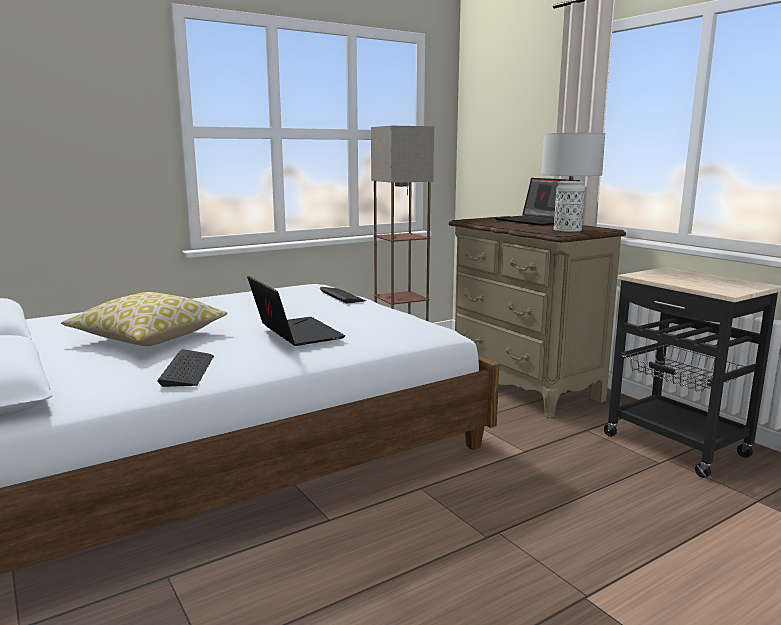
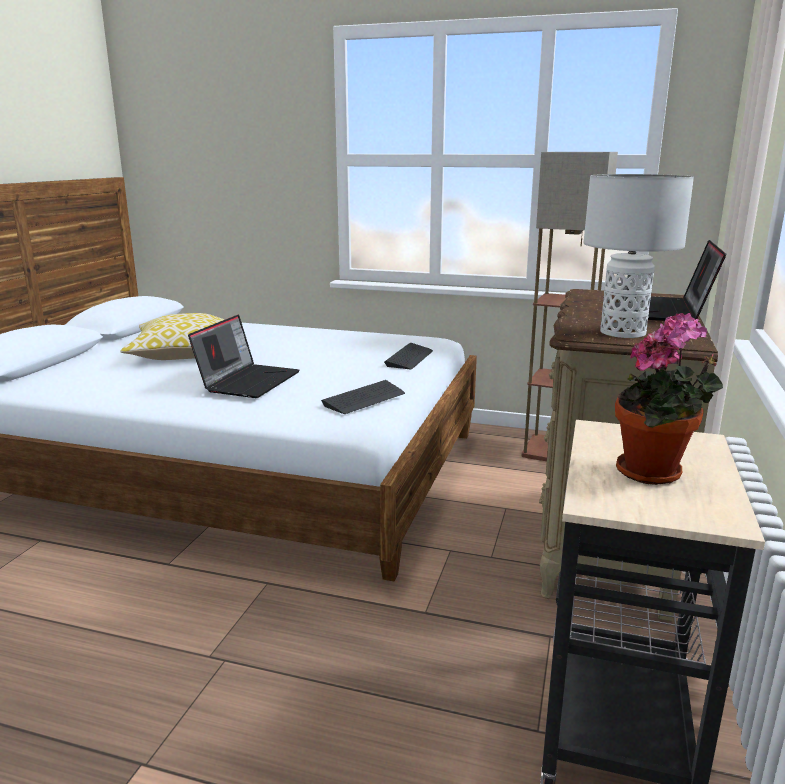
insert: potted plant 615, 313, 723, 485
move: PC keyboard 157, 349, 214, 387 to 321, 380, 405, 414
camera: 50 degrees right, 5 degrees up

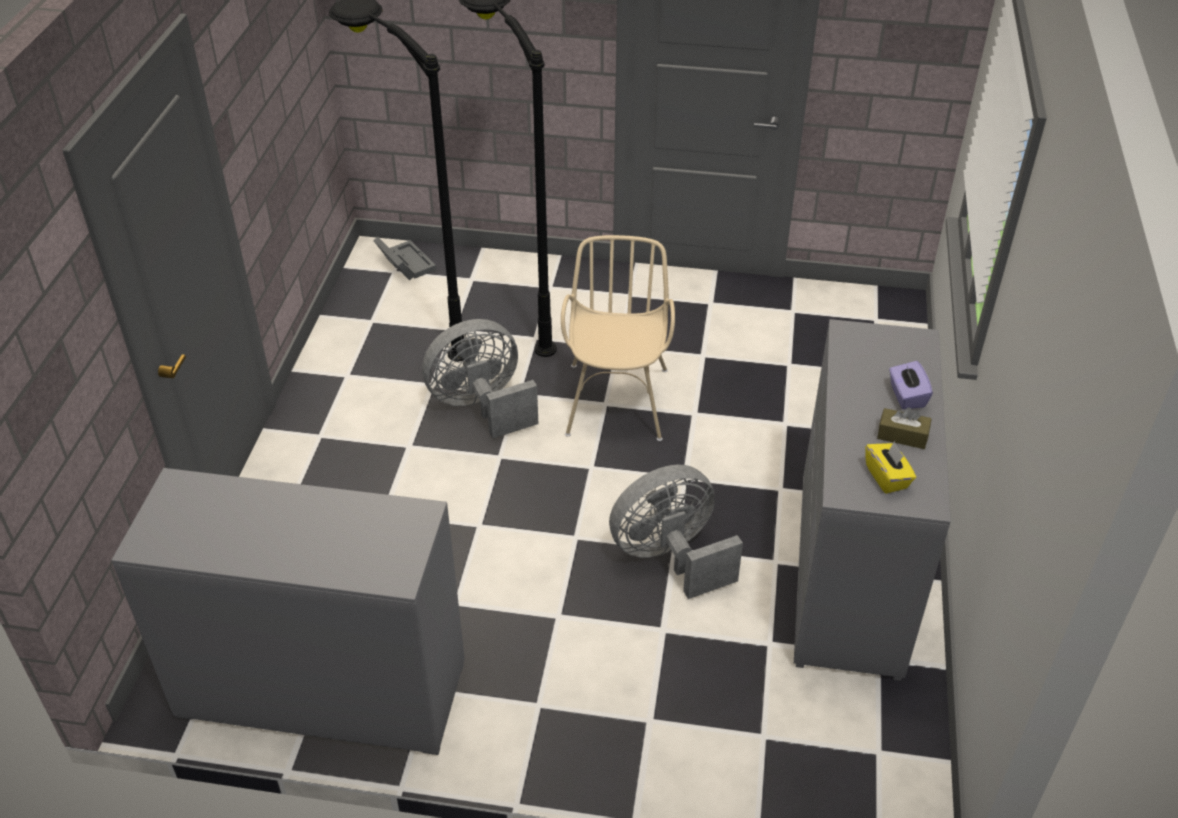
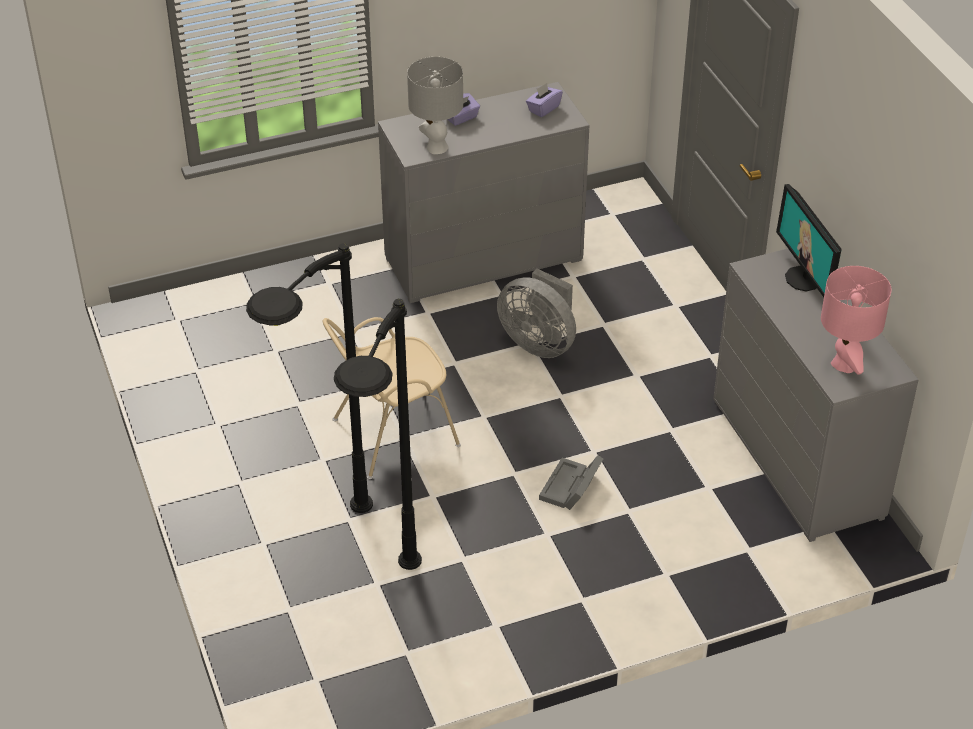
delete: greyish fan 422, 319, 538, 439; brown tissue box 877, 407, 932, 449
insert: greyish lamp for a table 407, 56, 463, 154; computer display 776, 184, 842, 297; pink lamp for a table 821, 266, 892, 375
move: greyish storage container 373, 237, 436, 280 to 539, 455, 603, 510
recolor: yellow tissue box 865, 441, 916, 494 to purplish tissue box 526, 83, 563, 117
camera: 120 degrees left, 0 degrees up

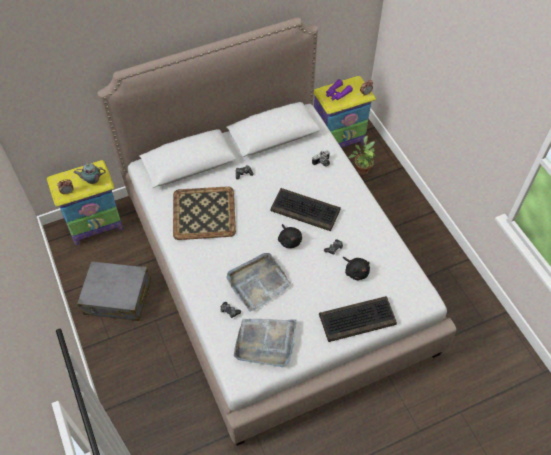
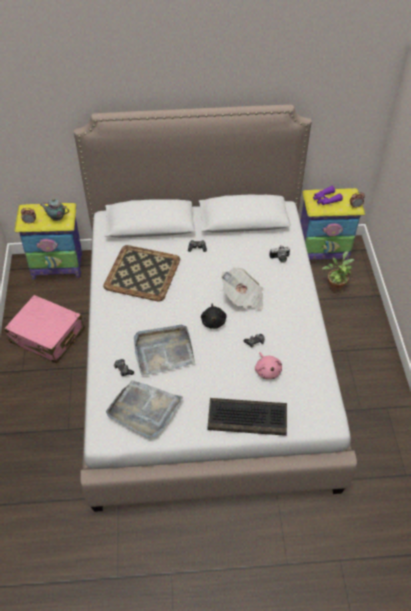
replace: PC keyboard 270, 188, 341, 231 to printed paper 221, 268, 263, 310
recolor: greyish piece of luggage 77, 261, 151, 321 to pink piece of luggage 4, 295, 85, 363; black-coloured cuddly toy 343, 257, 370, 280 to pink cuddly toy 255, 352, 282, 379
camera: 20 degrees right, 5 degrees down

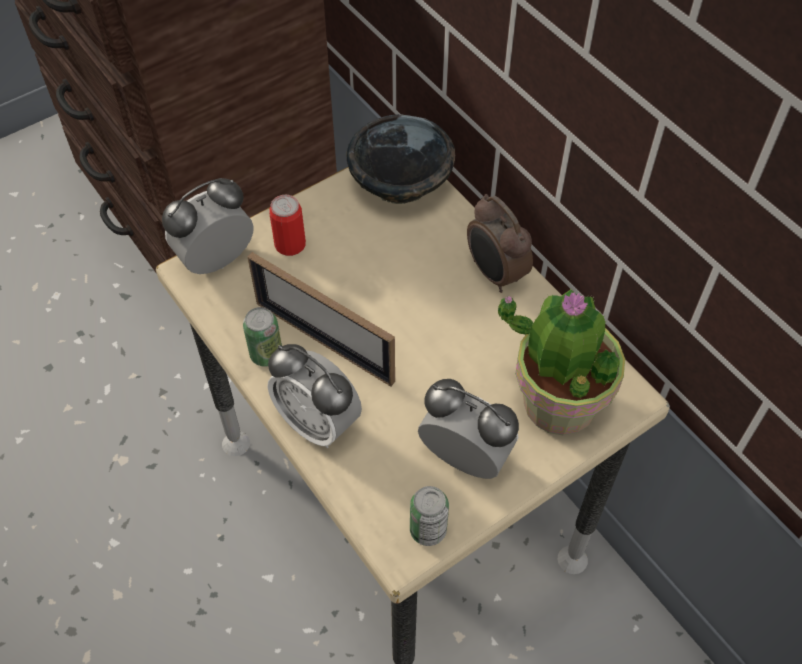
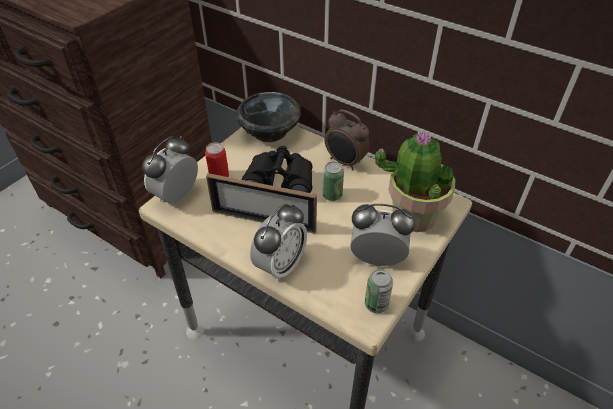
insert: black-coloured pair of binoculars 242, 146, 312, 193
move: sealed can 243, 307, 282, 367 to 322, 162, 344, 201
rotate: bedside clock 268, 344, 362, 448 = 250, 203, 307, 282 75 degrees counterclockwise
camera: 20 degrees left, 10 degrees down

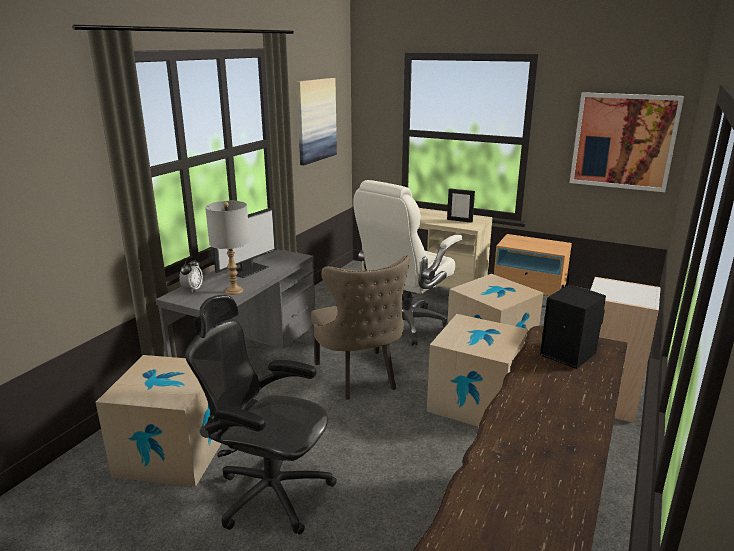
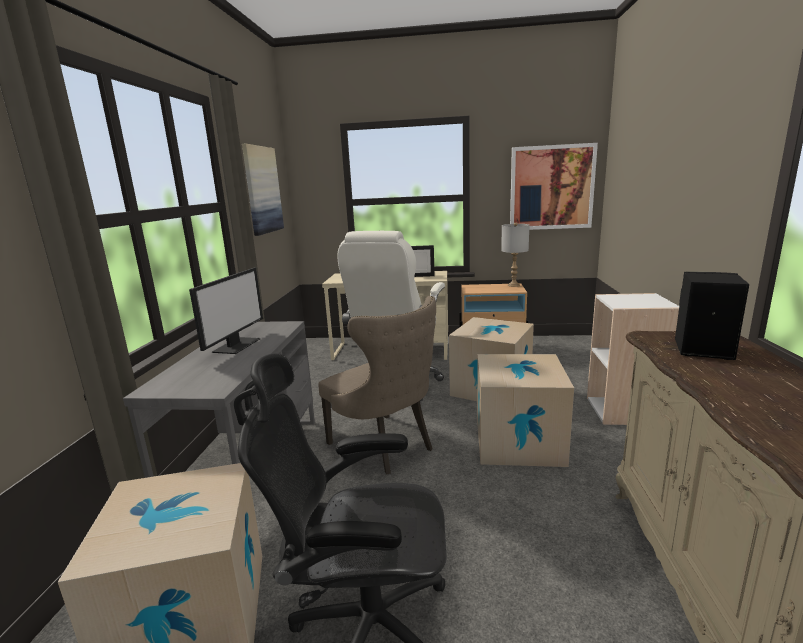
delete: bedside clock 179, 258, 203, 293
move: greyish lamp for a table 205, 201, 250, 295 to 501, 223, 529, 287
camera: 20 degrees left, 5 degrees down

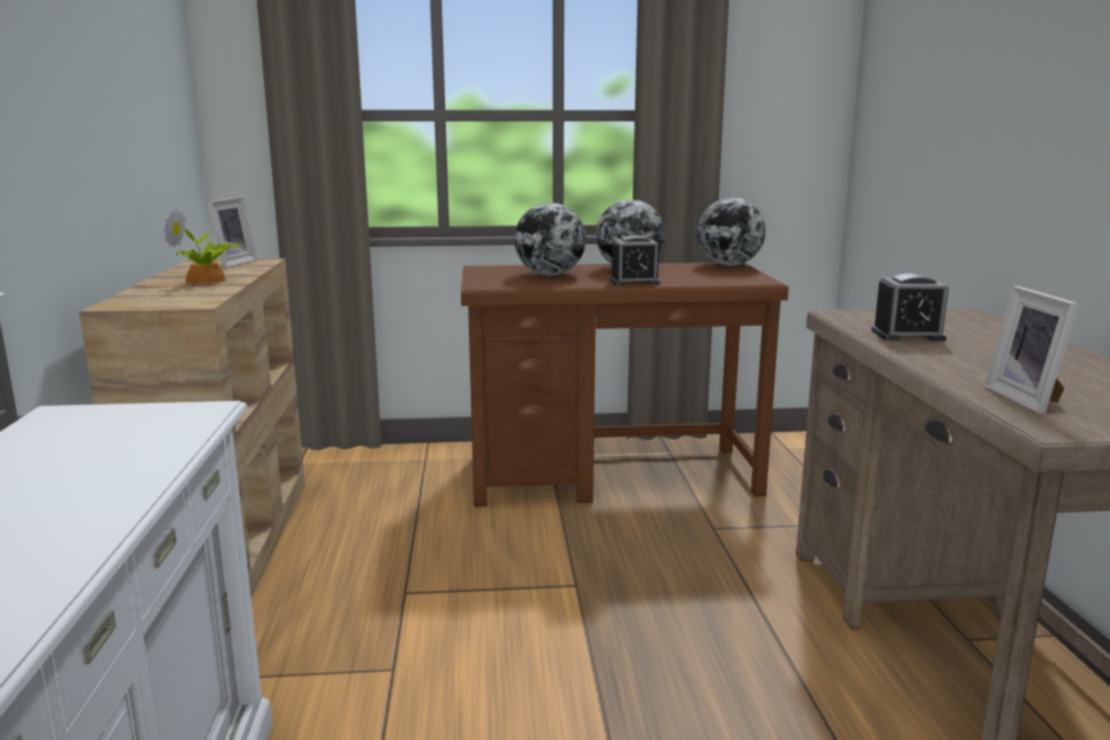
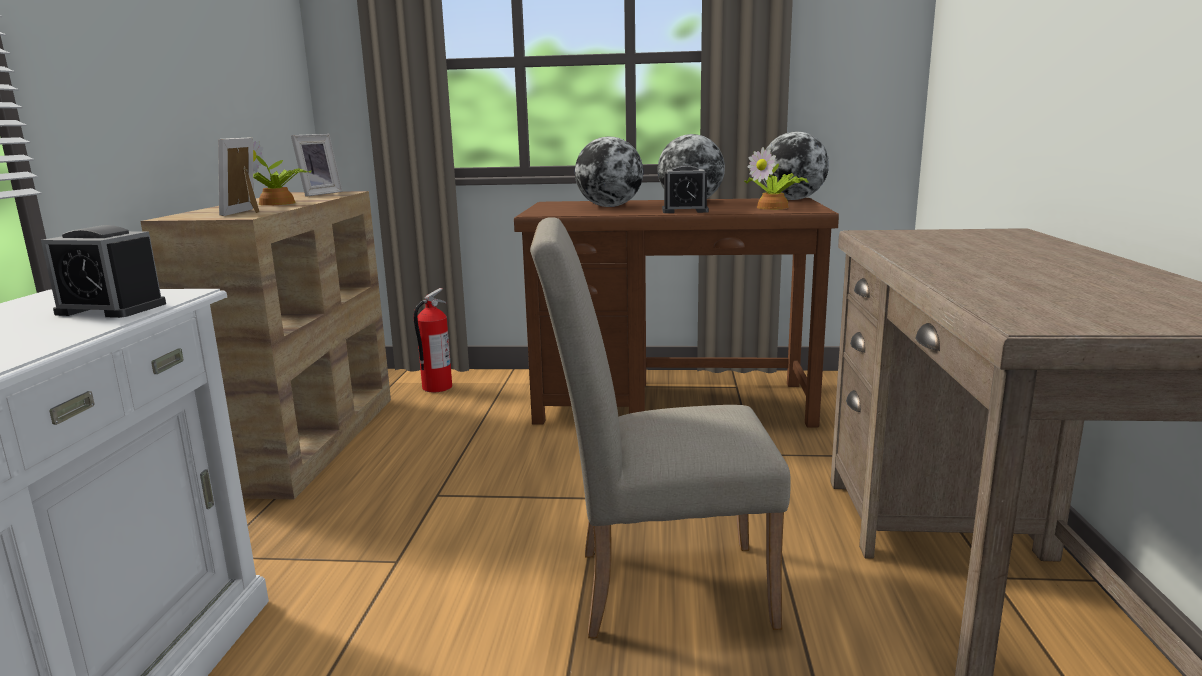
insert: extinguisher 413, 288, 452, 392; beige-coloured upright chair 530, 217, 791, 638; potted plant 744, 147, 809, 209
move: bedside clock 871, 273, 949, 341 to 41, 225, 166, 318; photo frame 984, 286, 1079, 414 to 218, 137, 260, 216
camera: 10 degrees right, 0 degrees up

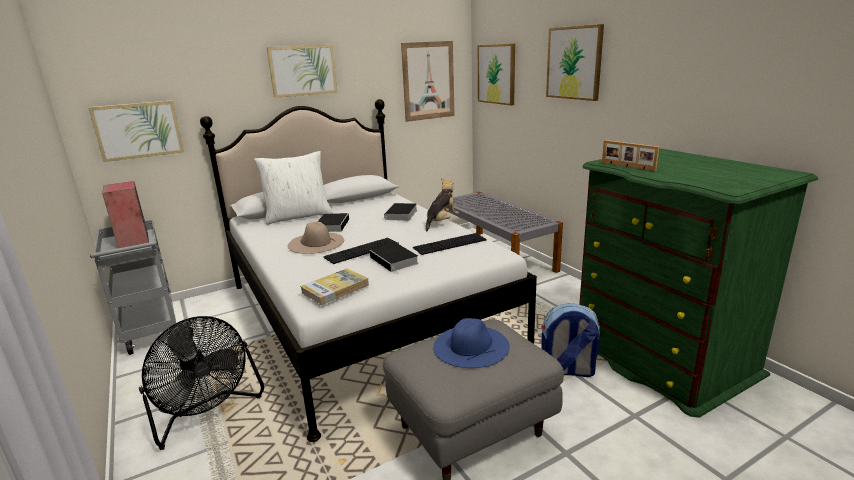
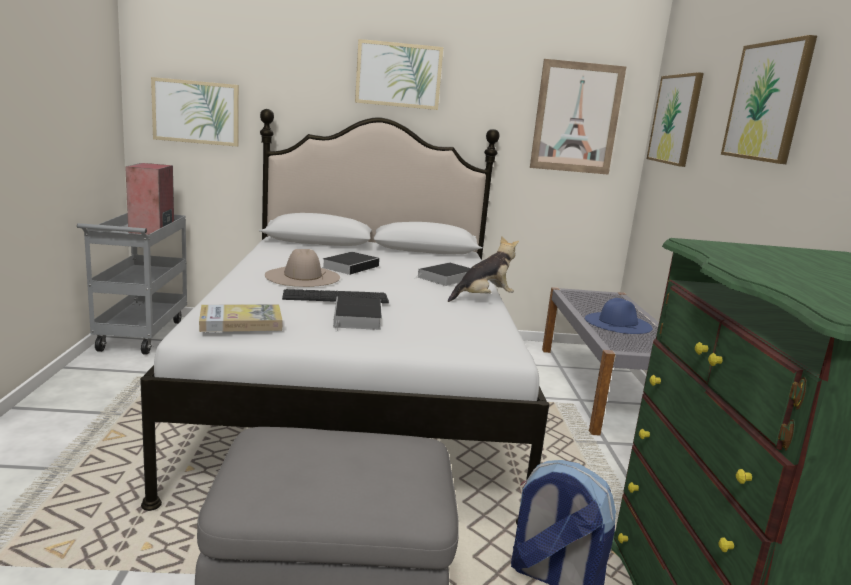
delete: black-coloured fan 139, 316, 264, 450; white cushion 254, 151, 333, 225; PC keyboard 413, 233, 487, 255; photo frame 602, 140, 659, 171
move: bluish clothing hat 433, 318, 510, 368 to 585, 298, 653, 334
camera: 25 degrees right, 5 degrees down

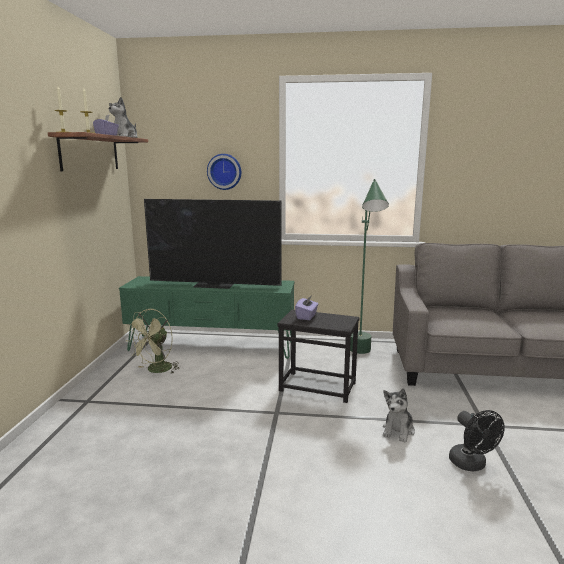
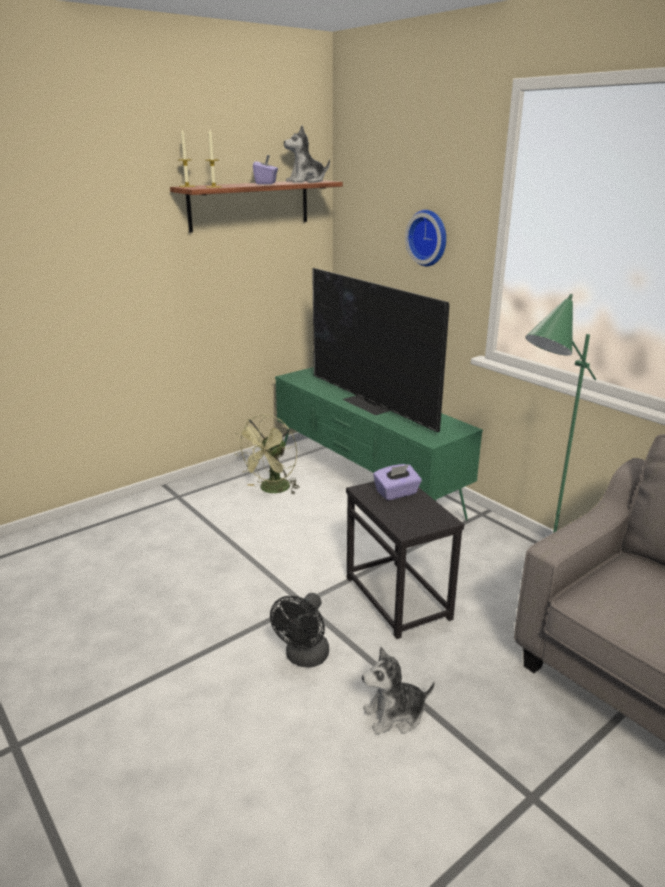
move: black-coloured fan 449, 410, 505, 472 to 270, 593, 329, 668
rotate: greenish fan 127, 309, 180, 374 = 234, 414, 300, 494 45 degrees counterclockwise
camera: 45 degrees right, 10 degrees up

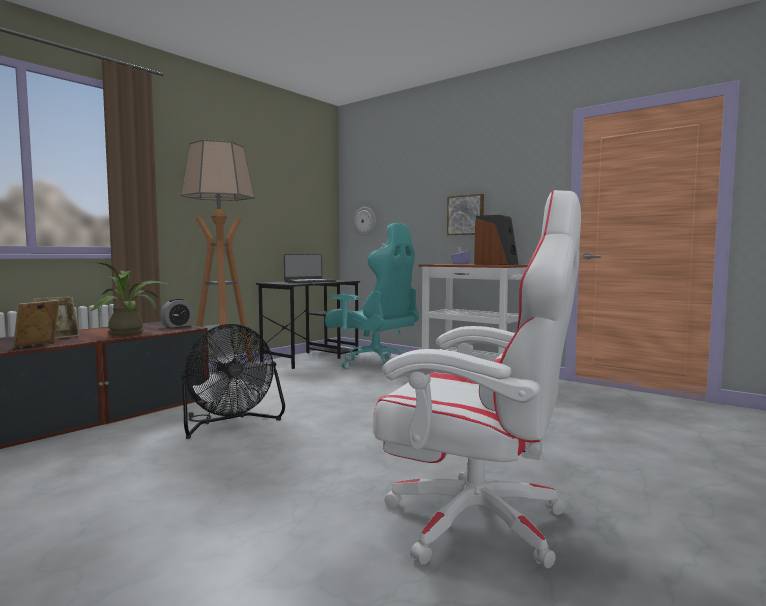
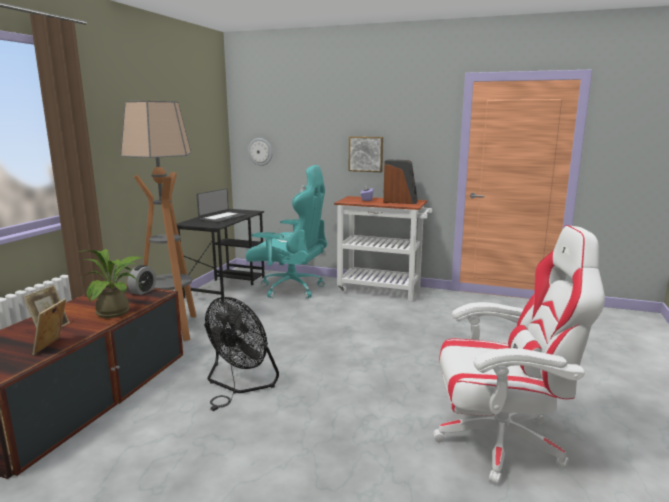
rotate: black-coloured fan 180, 324, 285, 439 = 204, 297, 279, 411 90 degrees counterclockwise
camera: 20 degrees left, 10 degrees up

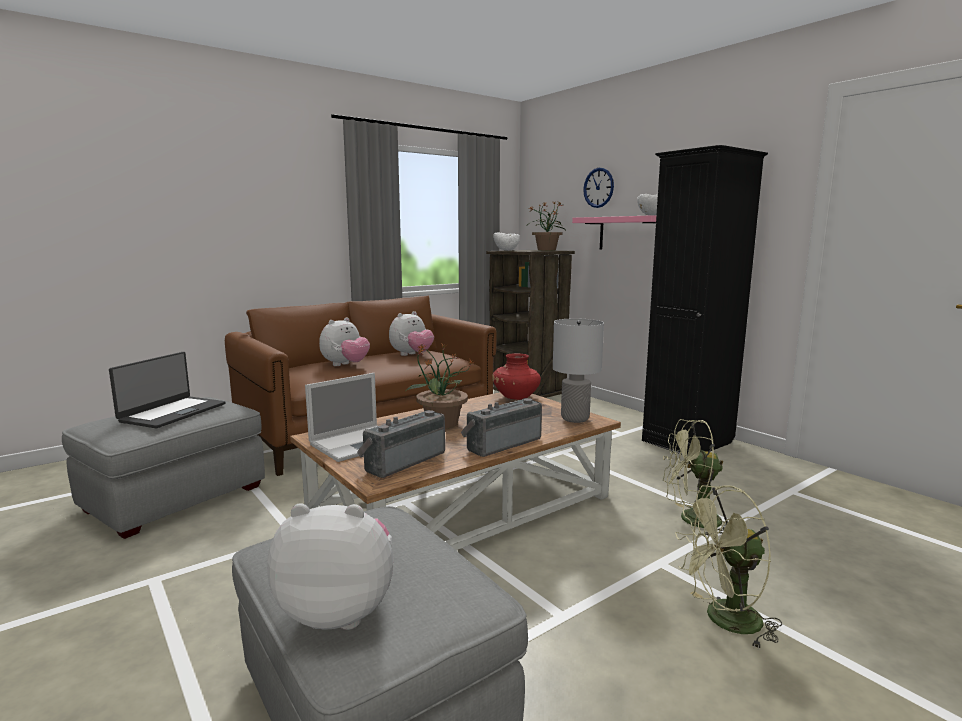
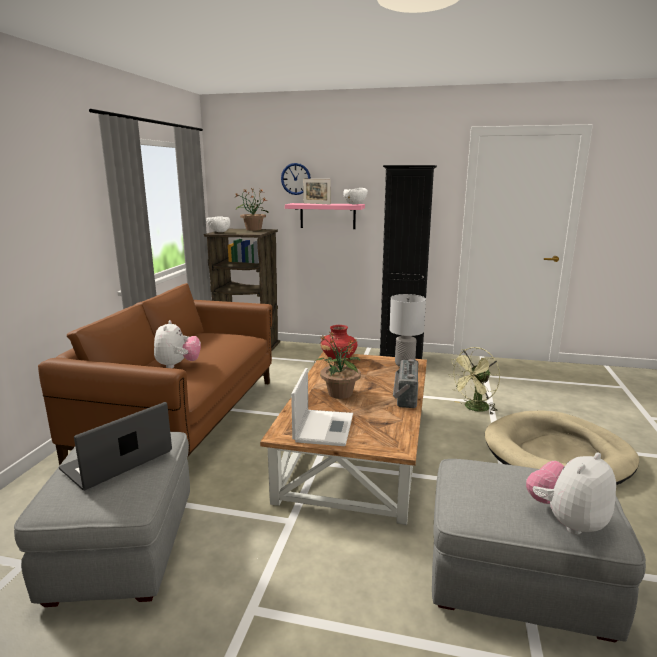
delete: radio receiver 357, 410, 445, 478; cuddly toy 389, 311, 434, 356
insert: photo frame 303, 179, 331, 204
replace: greenish fan 675, 485, 782, 649 to beige-coloured dog cushion 485, 411, 639, 485
rotate: laptop 109, 352, 226, 428 = 59, 402, 172, 491 120 degrees counterclockwise
camera: 40 degrees left, 5 degrees up

